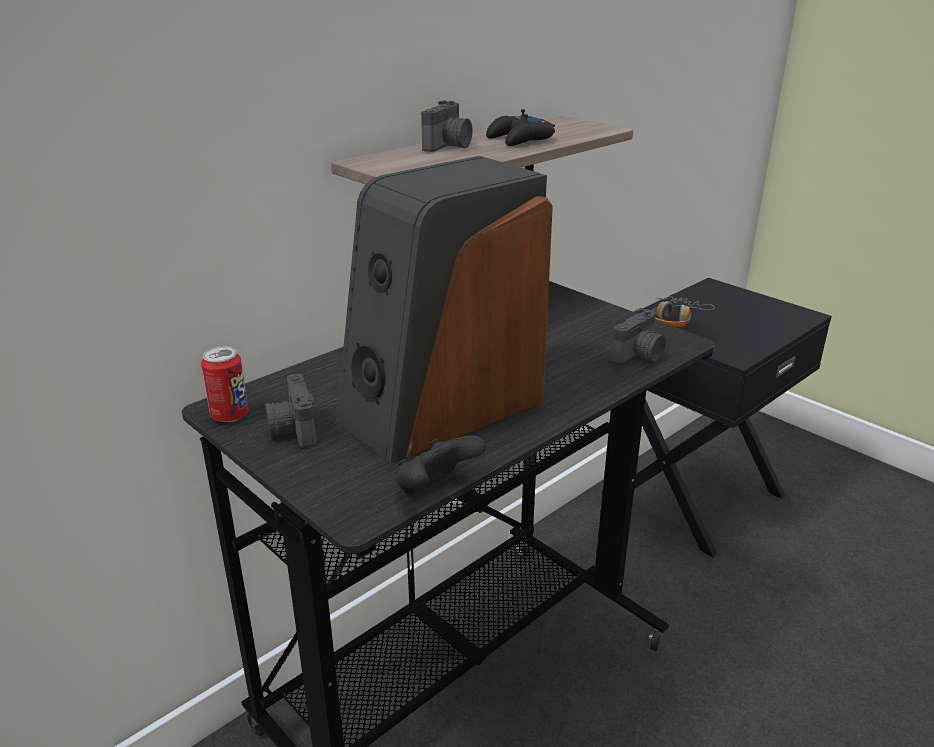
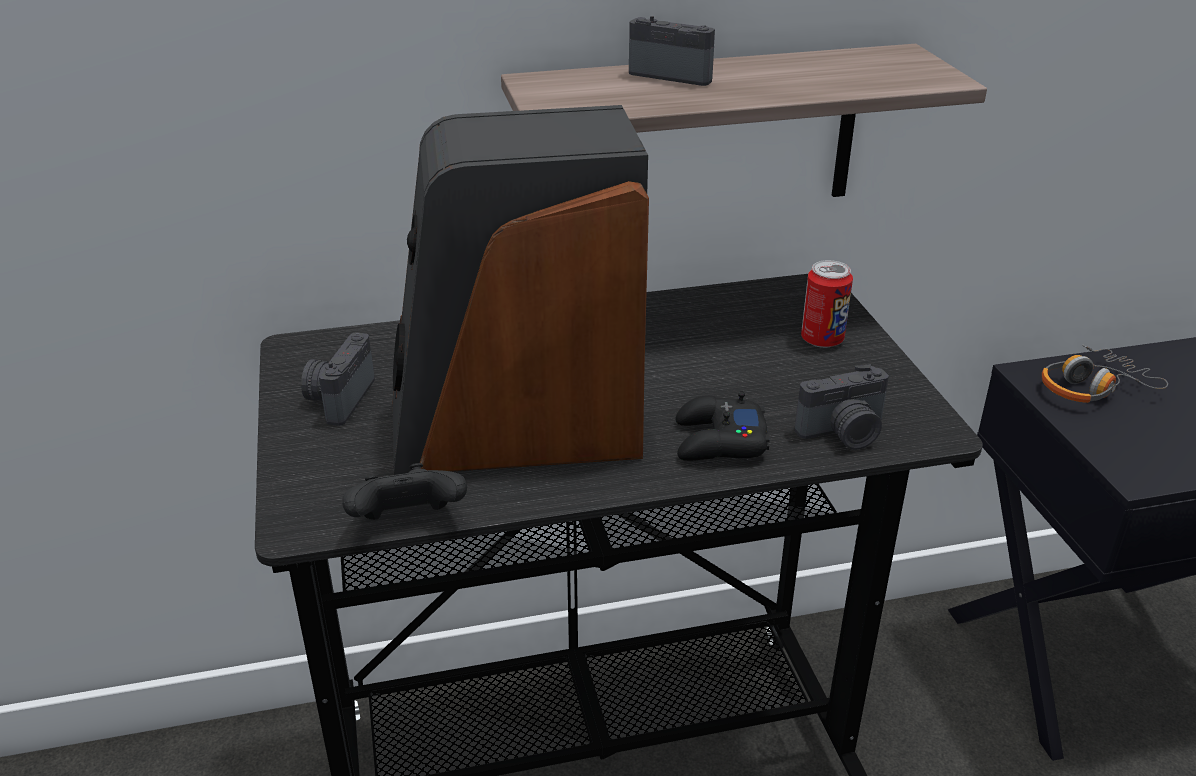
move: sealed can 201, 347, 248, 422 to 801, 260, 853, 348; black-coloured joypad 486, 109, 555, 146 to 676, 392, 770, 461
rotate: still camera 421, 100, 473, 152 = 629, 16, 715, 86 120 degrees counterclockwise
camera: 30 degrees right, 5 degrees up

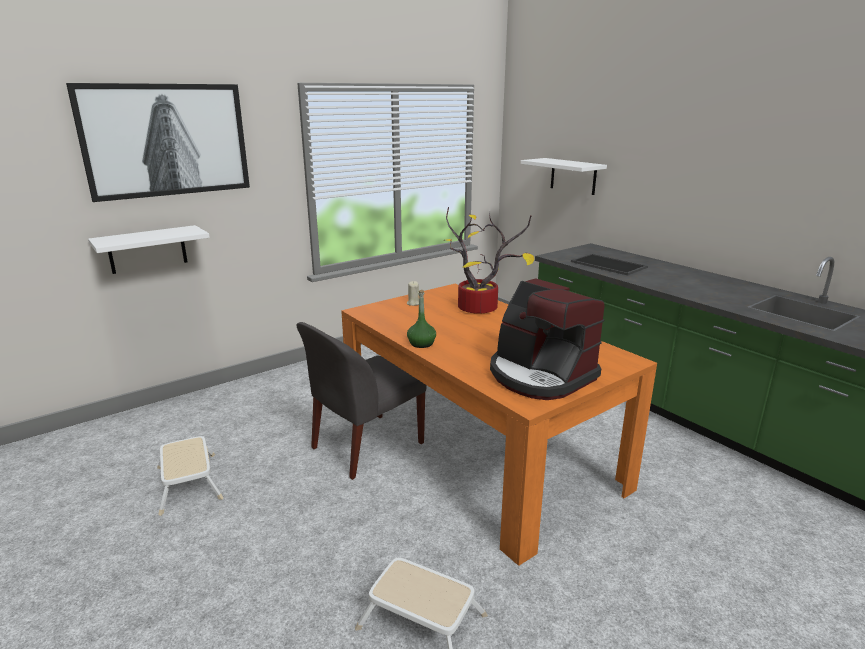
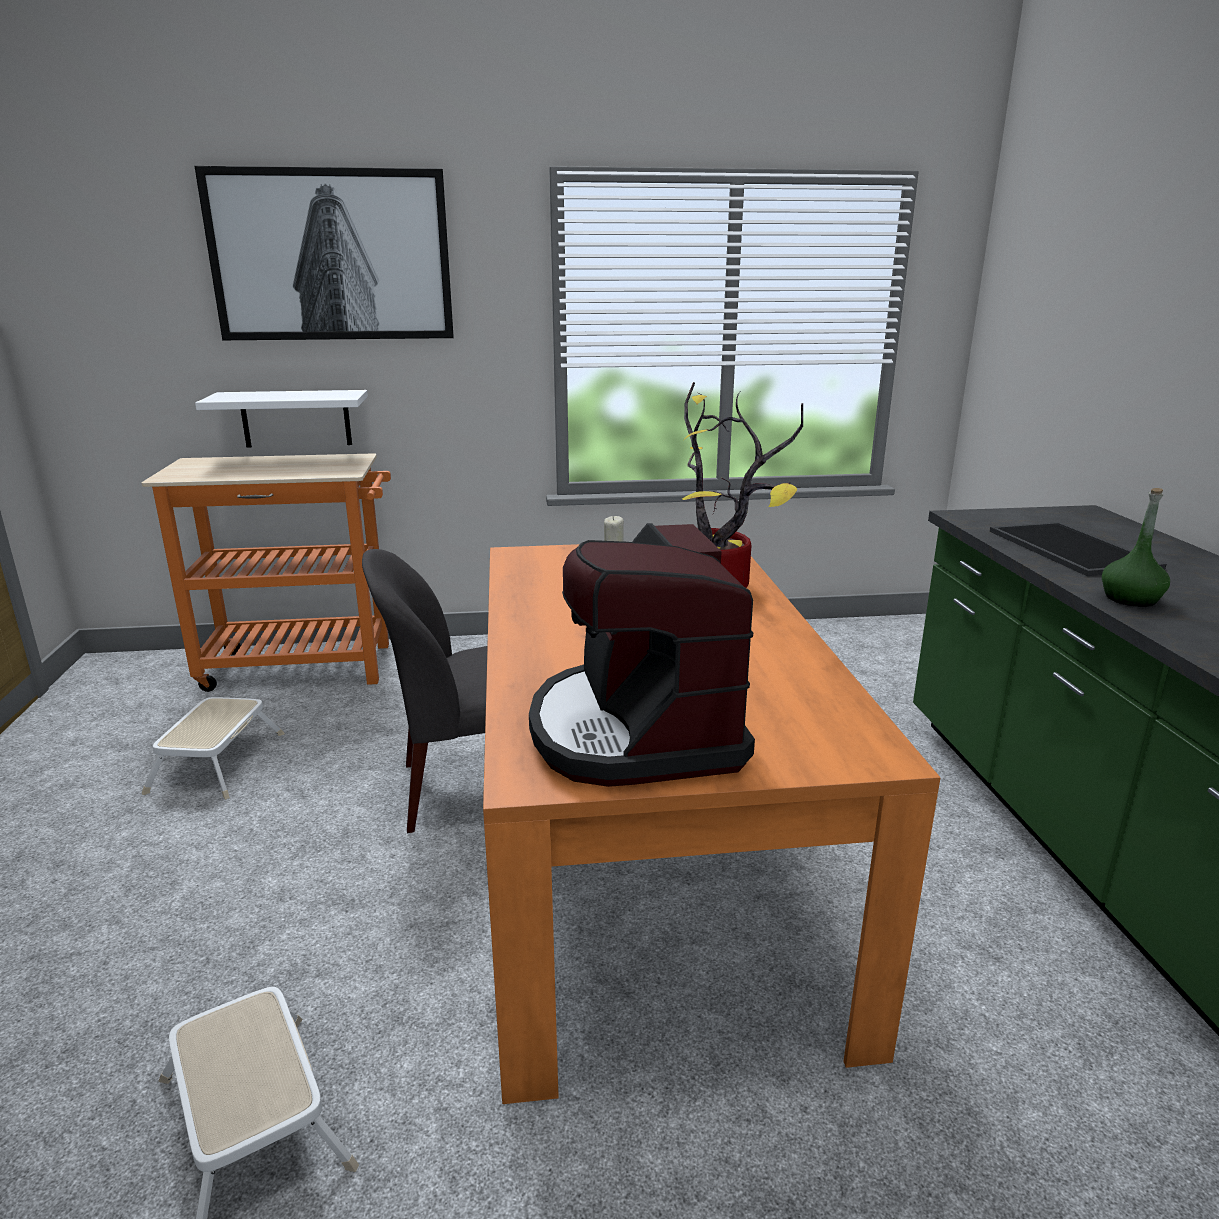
delete: white shelf 521, 158, 607, 195
insert: orange-coloured trolley 141, 453, 391, 692
move: greenish drink bottle 407, 290, 436, 348 to 1102, 488, 1170, 607
camera: 30 degrees right, 0 degrees up

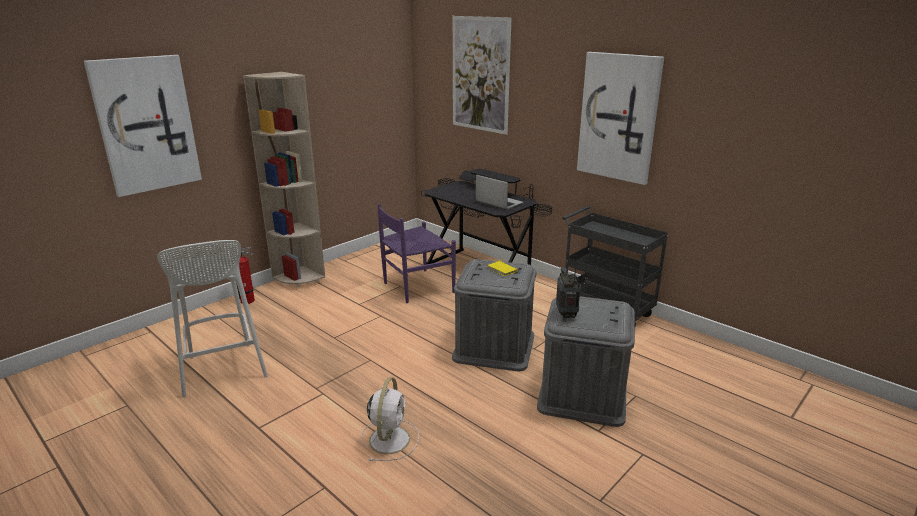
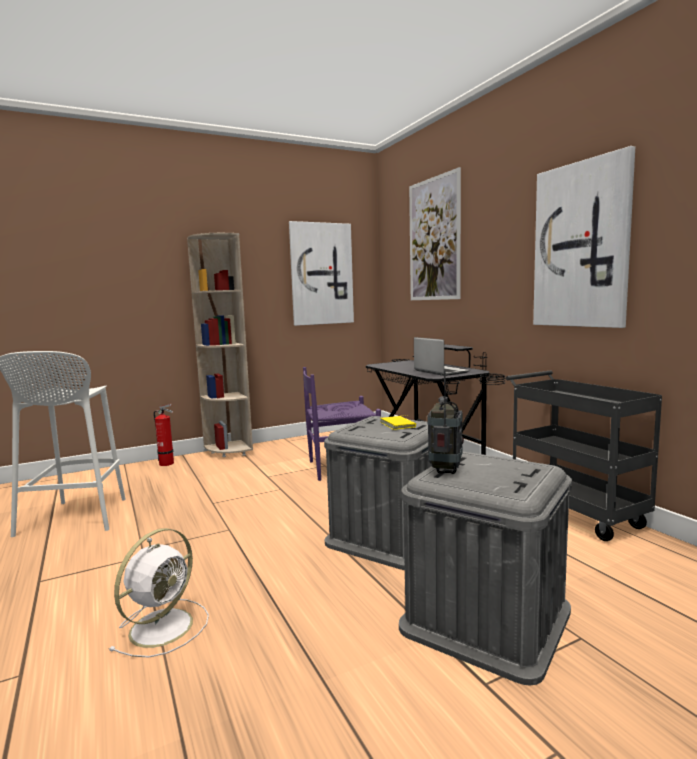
move: wall picture 84, 55, 202, 197 to 289, 221, 354, 326
camera: 20 degrees right, 15 degrees down

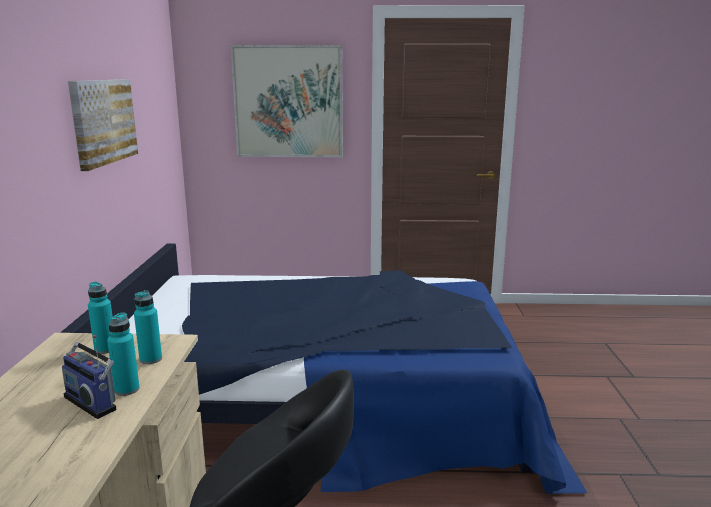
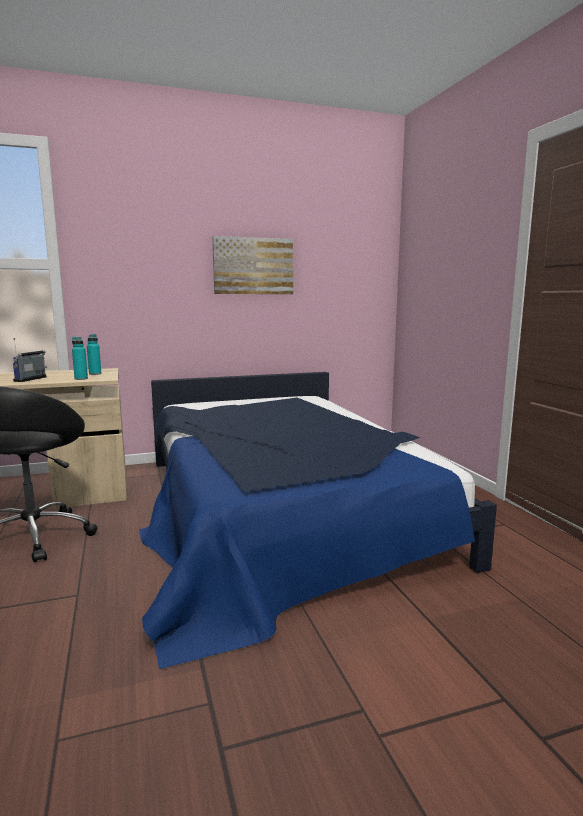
delete: blue-green drink bottle 107, 313, 140, 396; wall picture 230, 45, 343, 157
camera: 70 degrees right, 5 degrees down

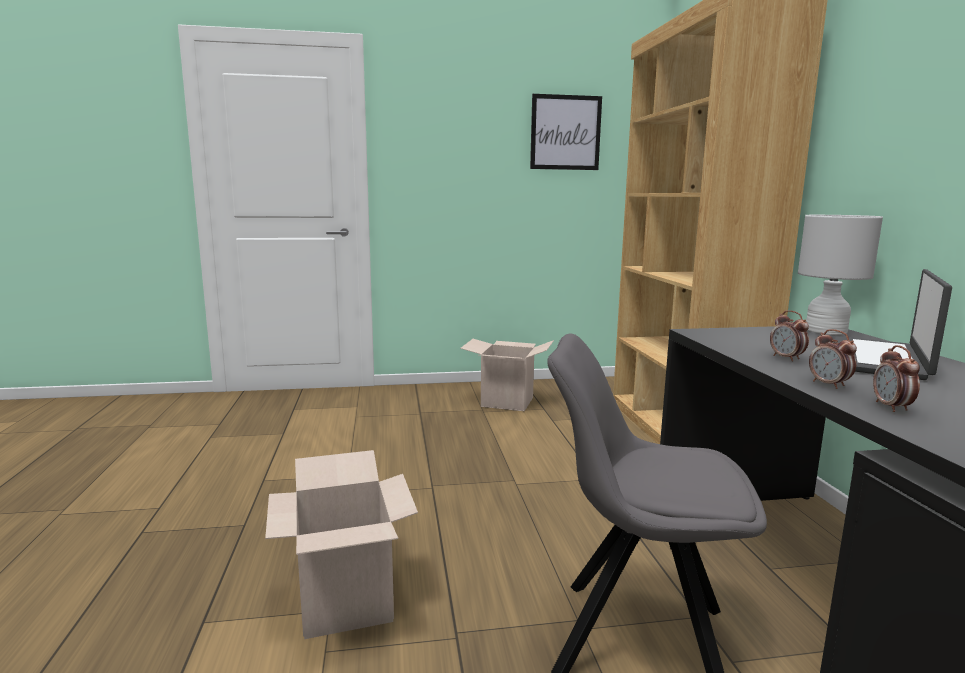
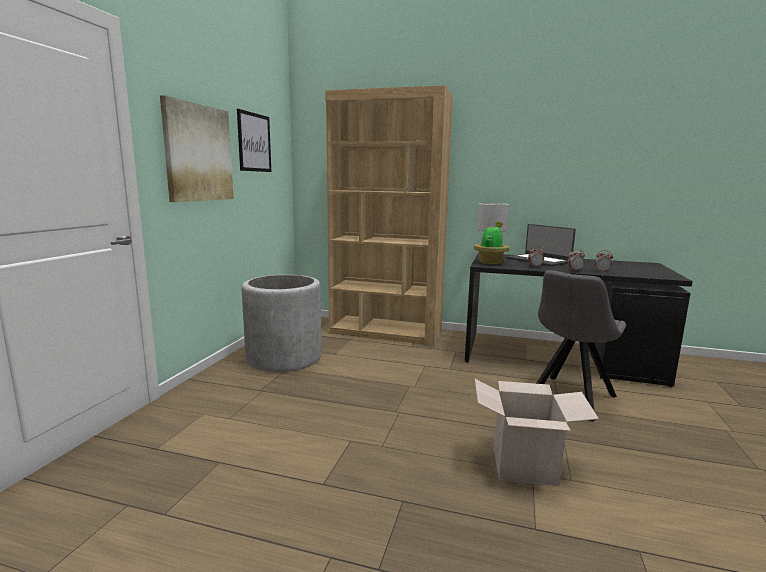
insert: wall picture 160, 95, 234, 202; potted plant 474, 222, 509, 264
replace: packing box 460, 339, 554, 411 to greyish plant pot 242, 275, 322, 372
camera: 65 degrees left, 0 degrees up

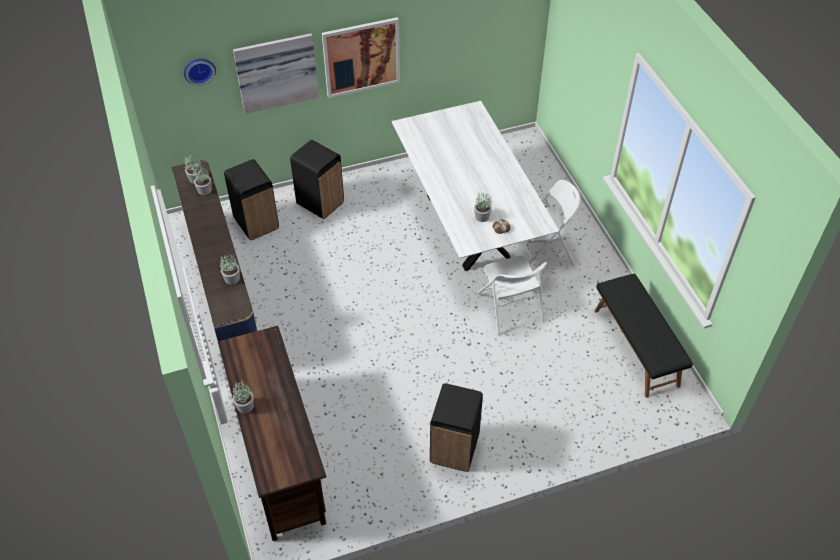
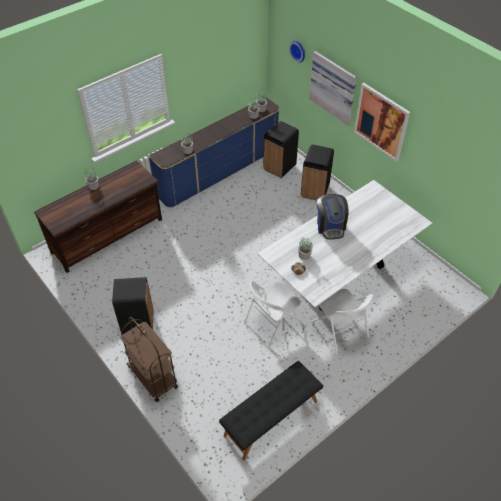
insert: brown trolley 120, 317, 178, 402; coffee brewer 317, 194, 349, 240
camera: 70 degrees right, 0 degrees up

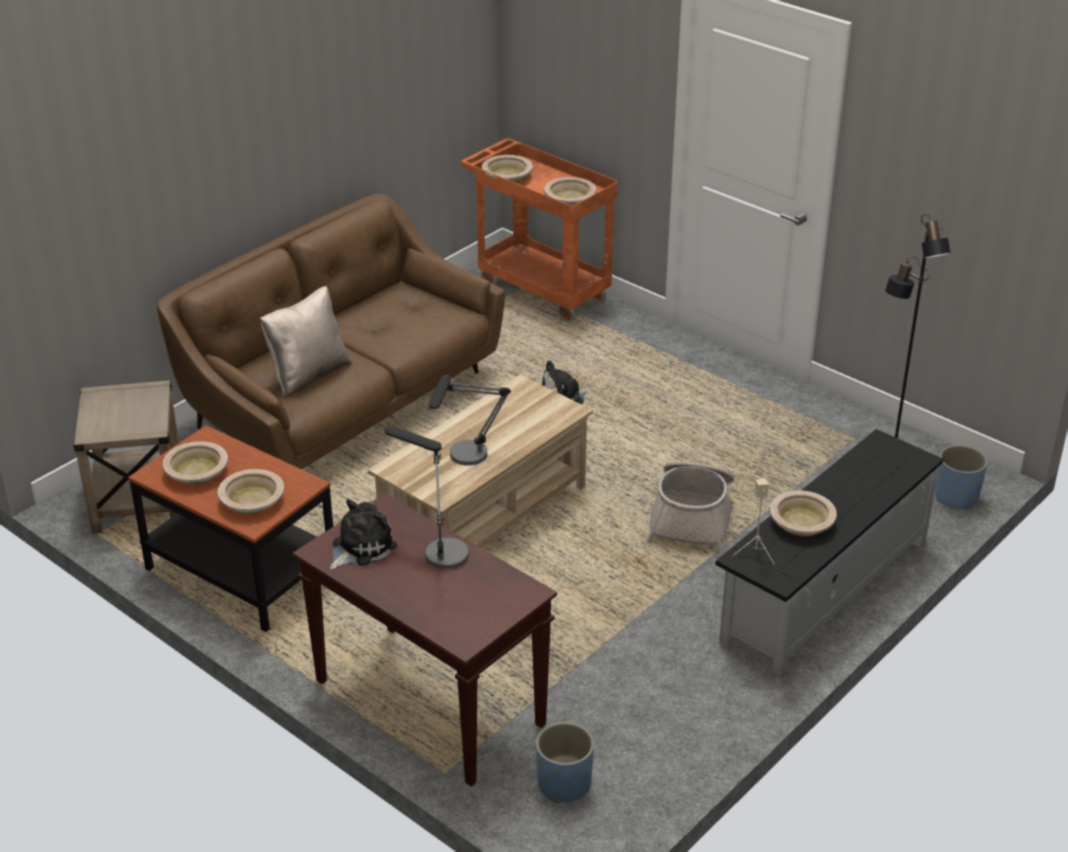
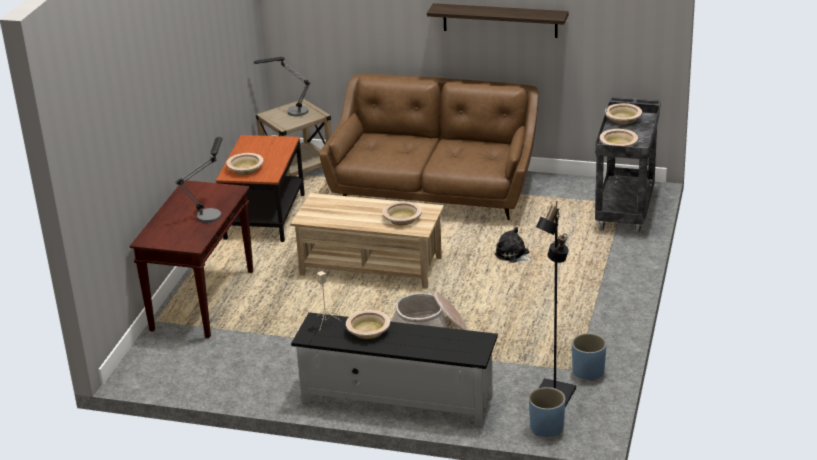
delete: beige-coloured cushion 260, 286, 352, 398; cuddly toy 330, 499, 397, 570
insert: shelf 427, 3, 569, 38
move: beige-coloured bowl 163, 441, 228, 485 to 383, 201, 422, 225; lamp for a table 429, 375, 511, 465 to 254, 57, 311, 116; bluish plant pot 536, 722, 594, 804 to 572, 333, 607, 381
recolor: orange-coloured trolley 461, 138, 617, 322 to greyish trolley 595, 97, 661, 234
camera: 65 degrees right, 5 degrees down

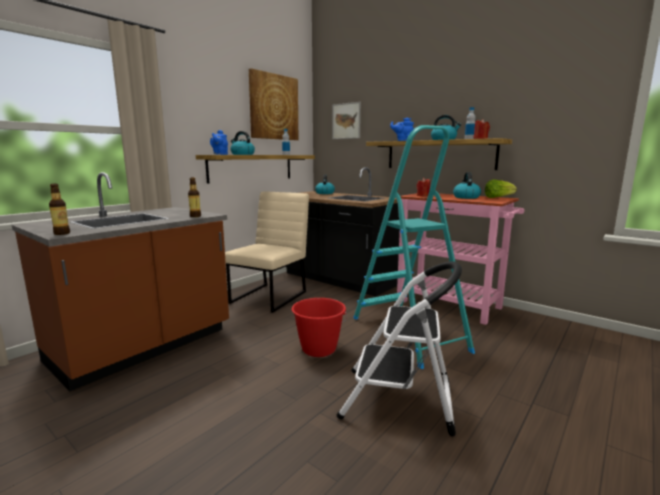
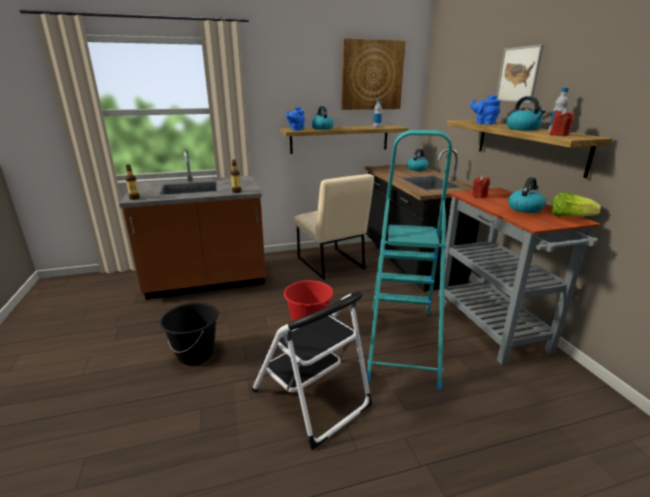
insert: black-coloured pail 160, 303, 218, 365
move: wall picture 332, 102, 361, 139 to 496, 45, 543, 103
recolor: pink trolley 397, 193, 524, 325 to greyish trolley 439, 188, 600, 365
rotate: beige-coloured upright chair 225, 191, 309, 313 = 294, 174, 374, 280 90 degrees clockwise
camera: 35 degrees right, 10 degrees up

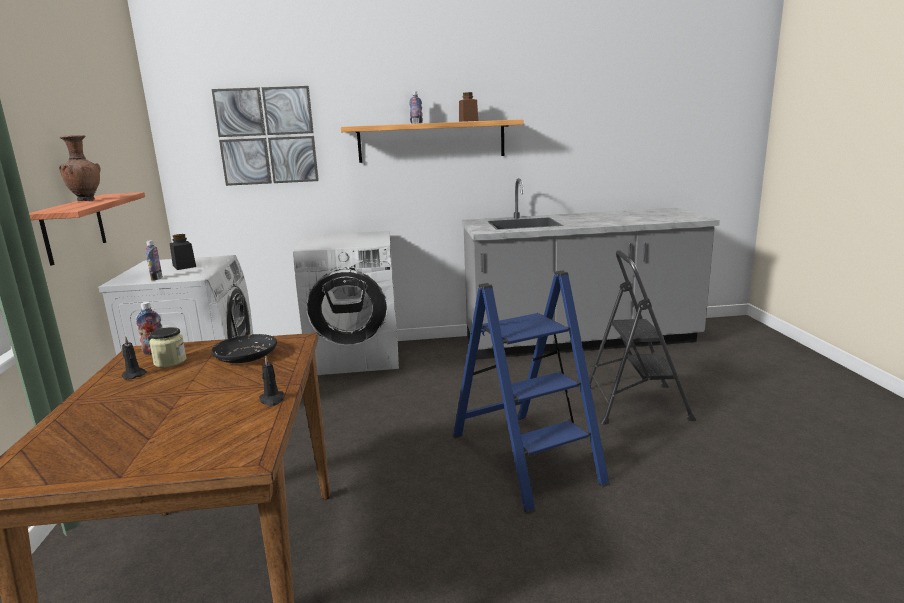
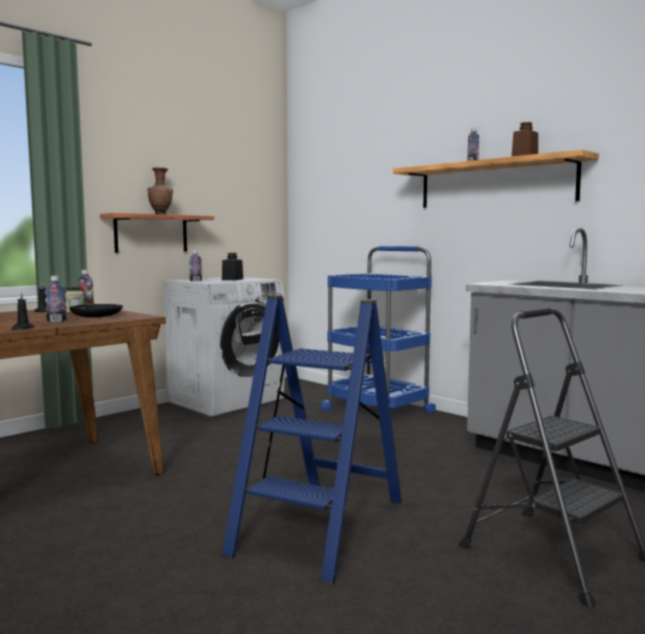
delete: wall picture 211, 86, 319, 186
insert: drink bottle 45, 276, 68, 322
replace: white laundry machine 293, 231, 399, 375 to bluish trolley 320, 246, 436, 414
camera: 50 degrees right, 10 degrees down

